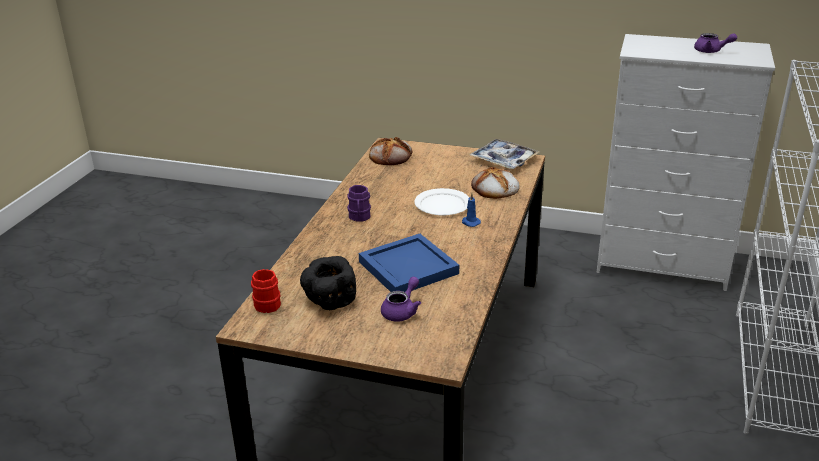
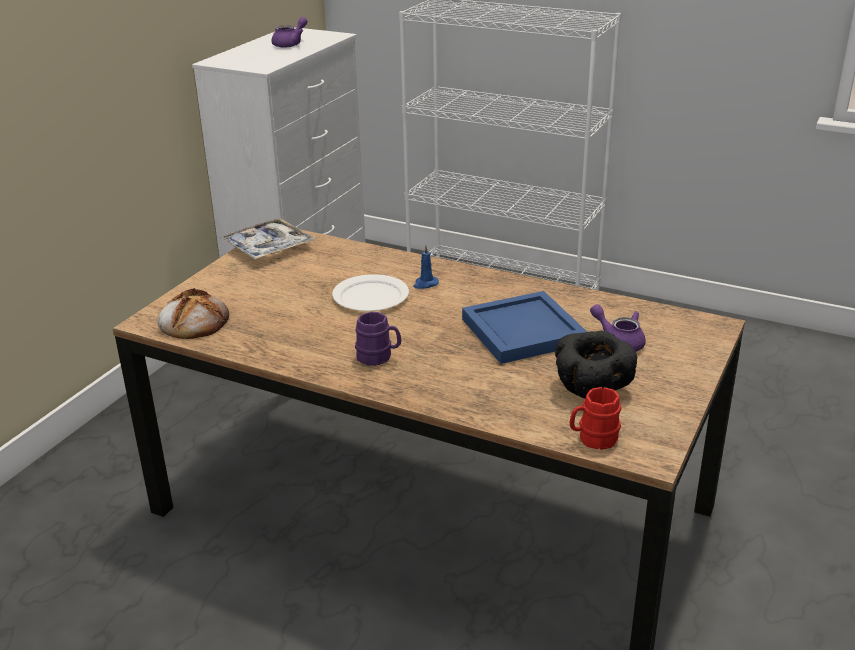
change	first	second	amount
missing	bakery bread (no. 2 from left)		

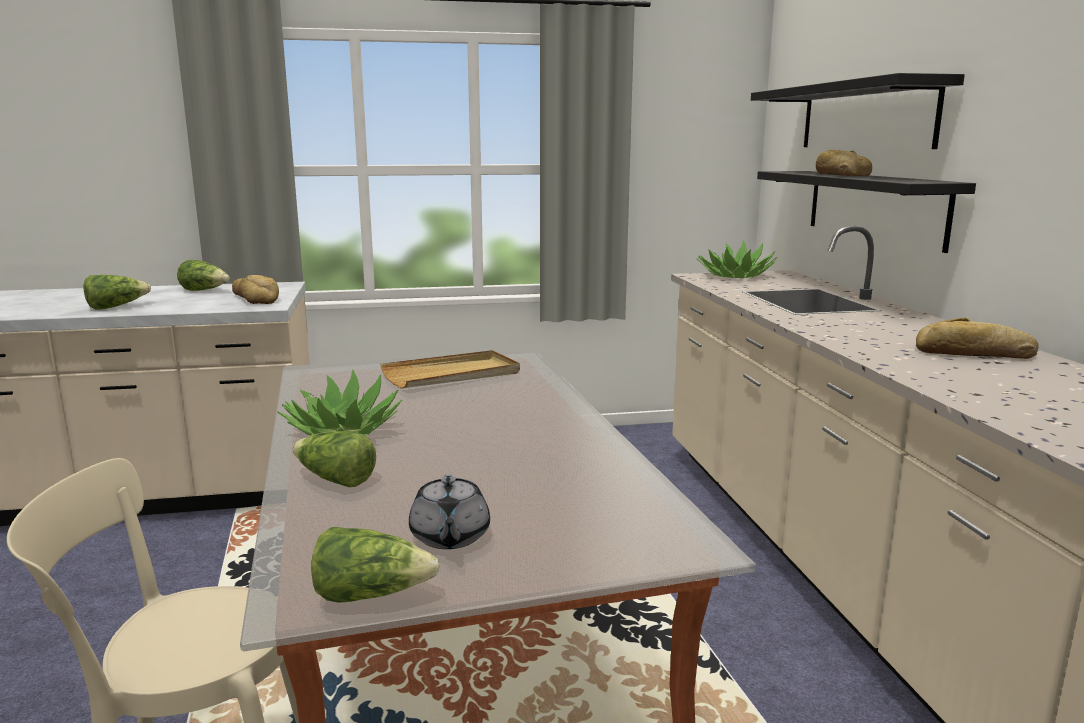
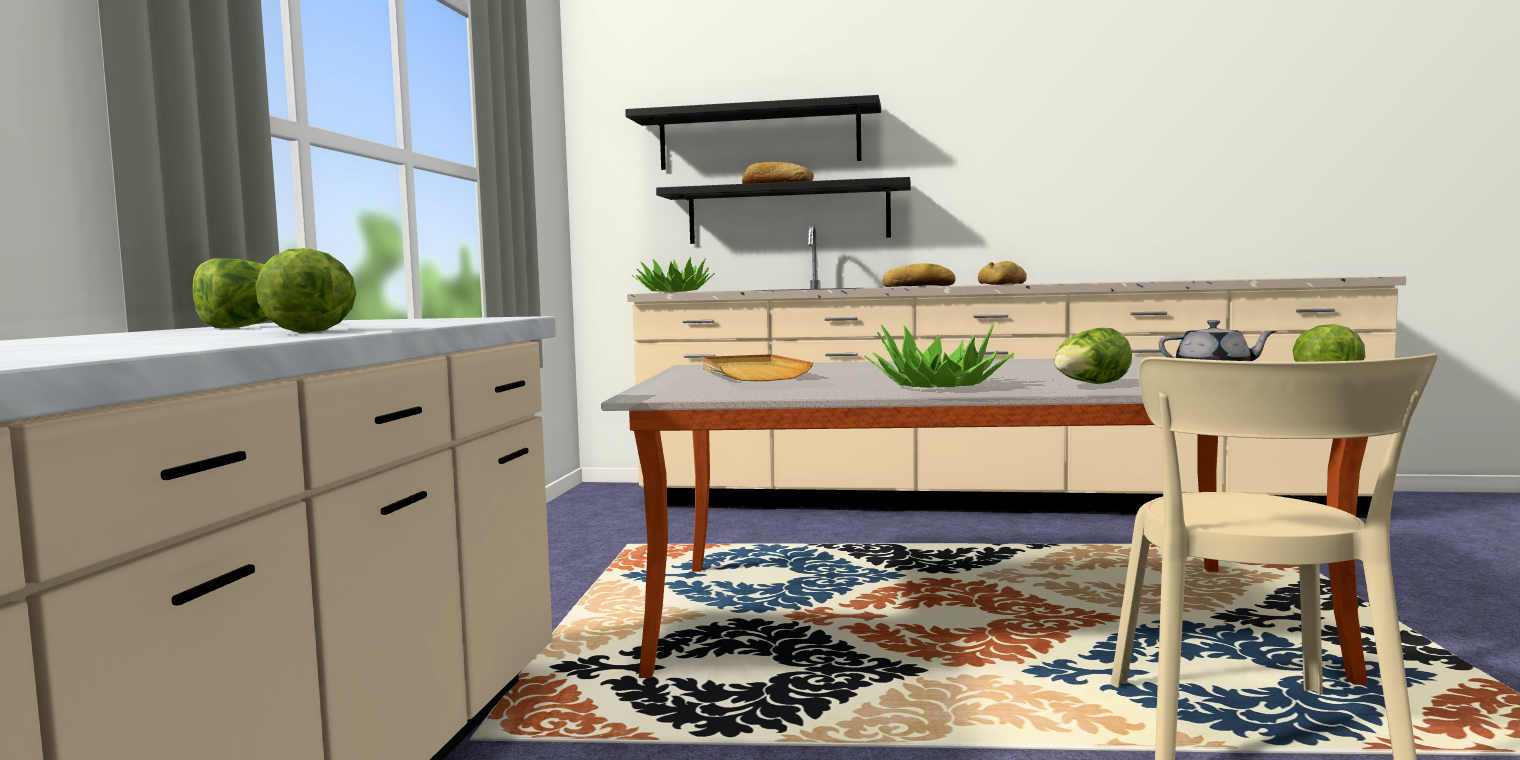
change	first	second	amount
relocated	bakery bread (no. 1 from left in the first image)	bakery bread (no. 2 from left)	

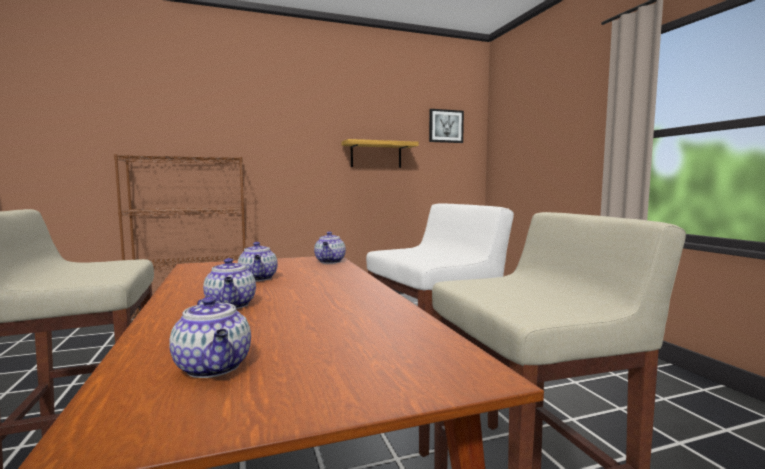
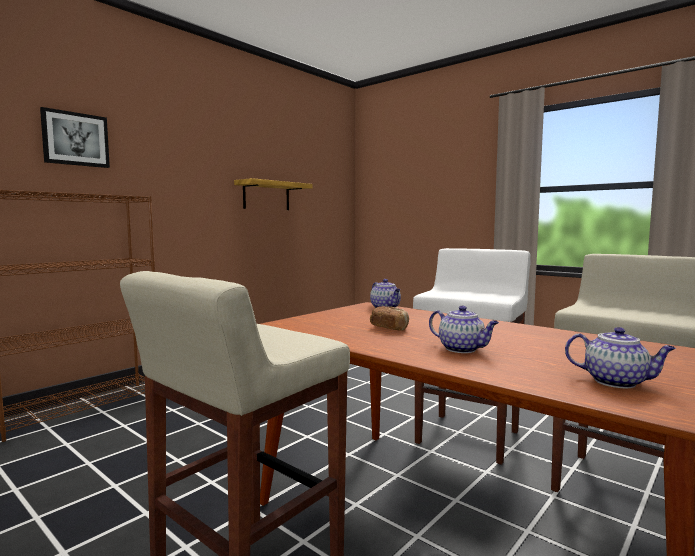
change	first	second	amount
relocated	wall picture		
exchanged	teapot (no. 3 from left)	bakery bread	

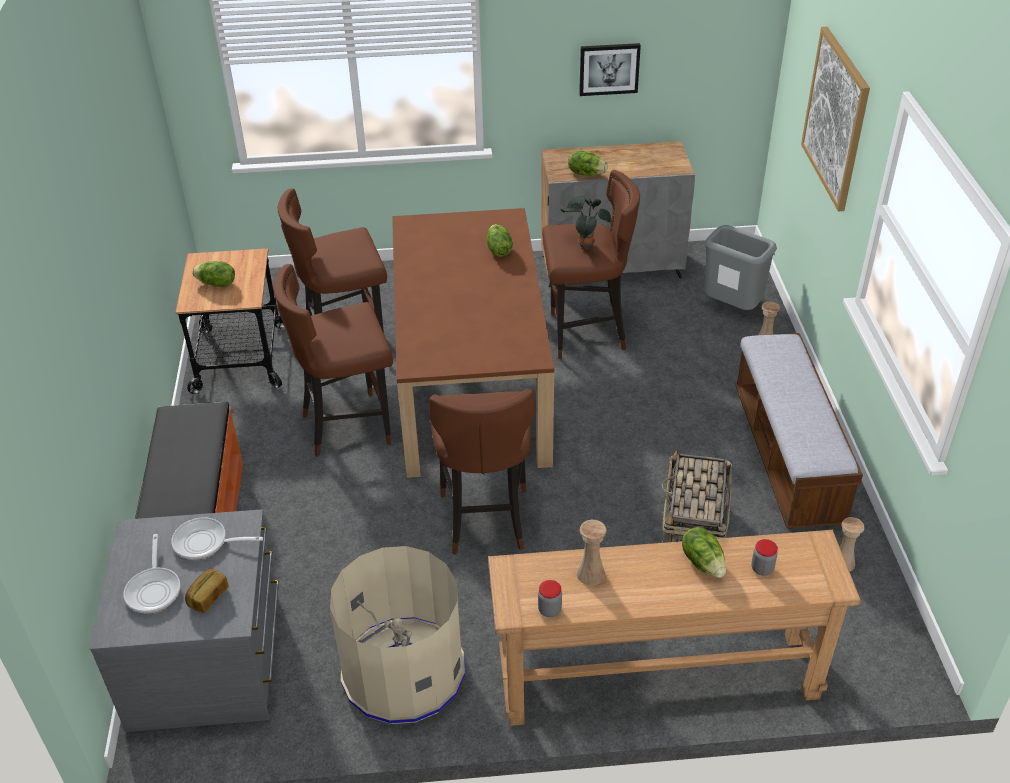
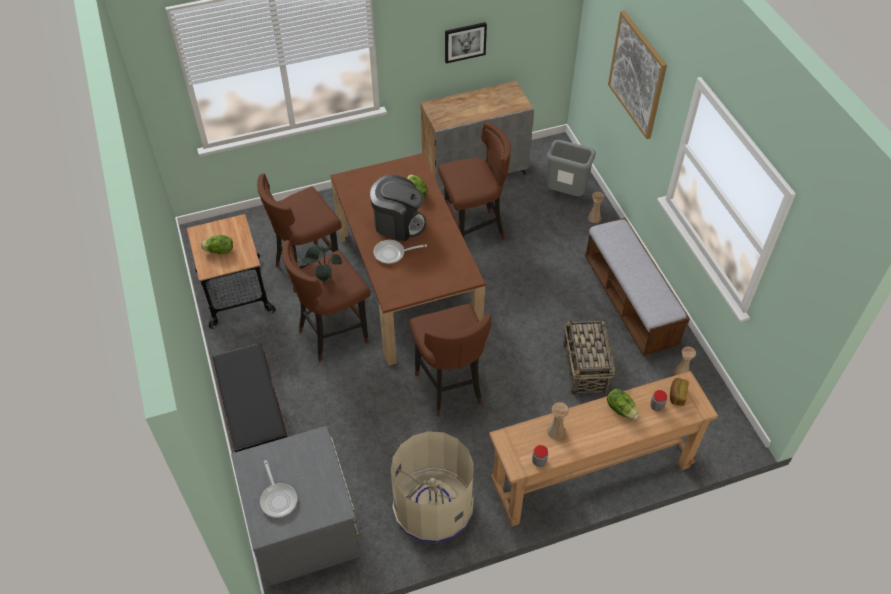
change	first	second	amount
relocated	houseplant		
appeared		coffee brewer	
relocated	frying pan (no. 2 from left)		
relocated	bakery bread		
missing	lettuce head (no. 3 from left)		

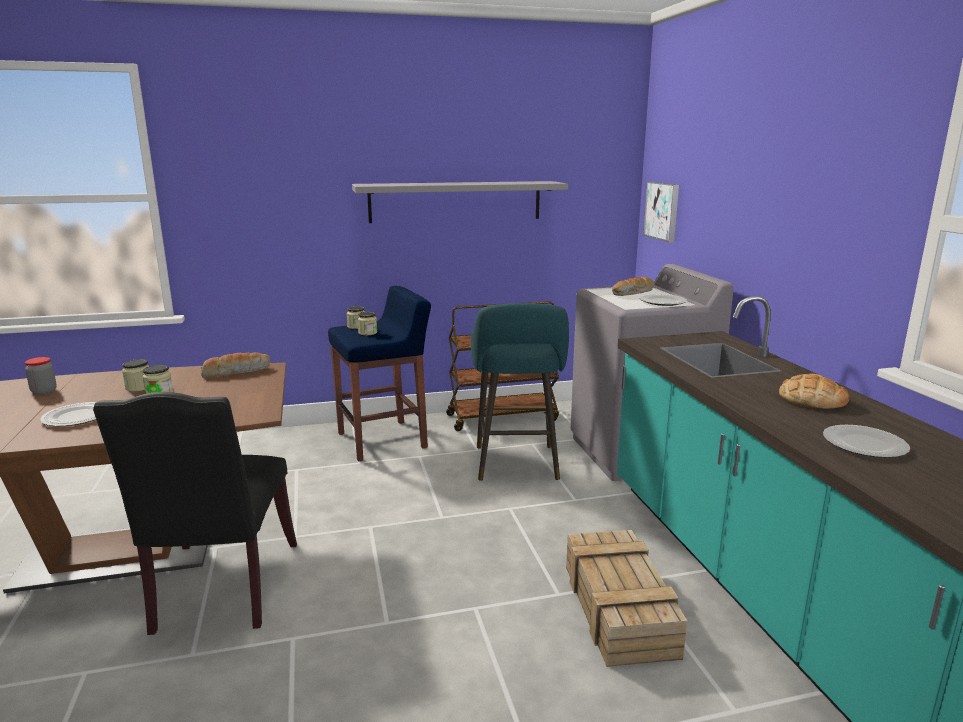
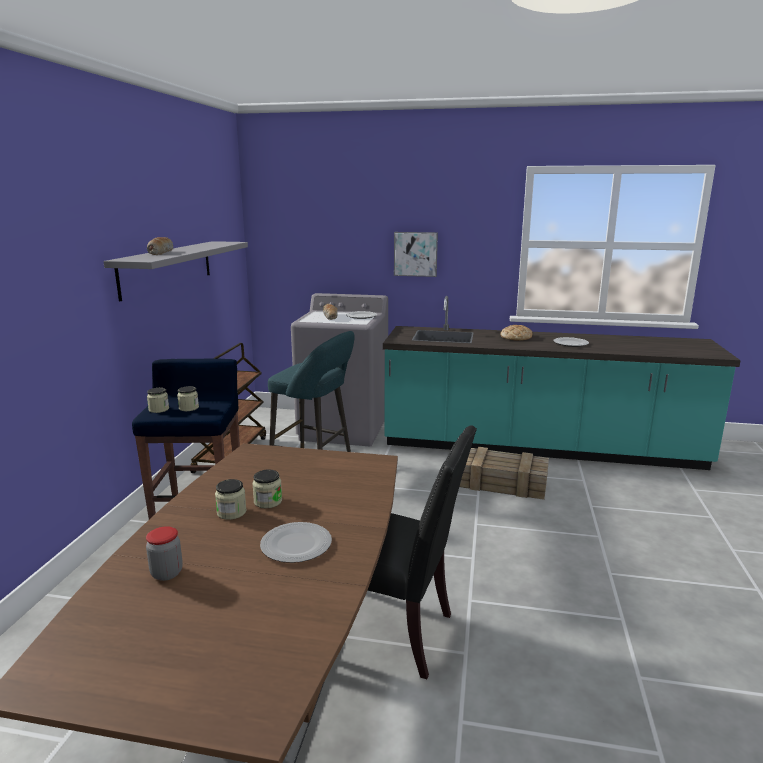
change	first	second	amount
relocated	bakery bread (no. 1 from left)		
relocated	wall picture		

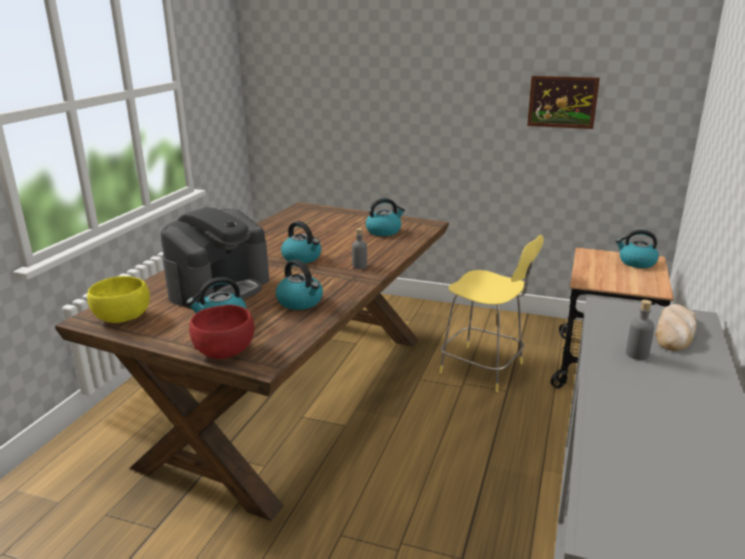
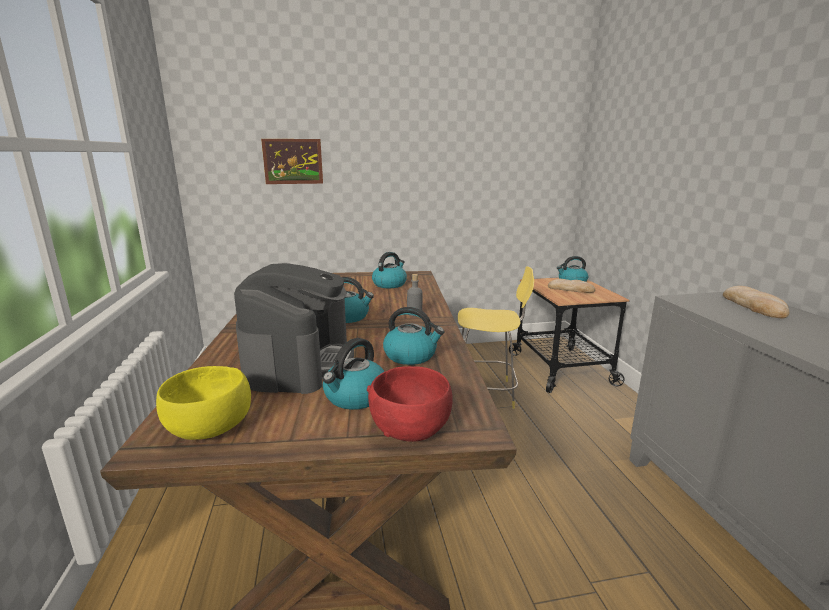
change	first	second	amount
relocated	wall picture		
appeared		bakery bread (no. 1 from left)	
missing	gray bottle (no. 2 from left)		

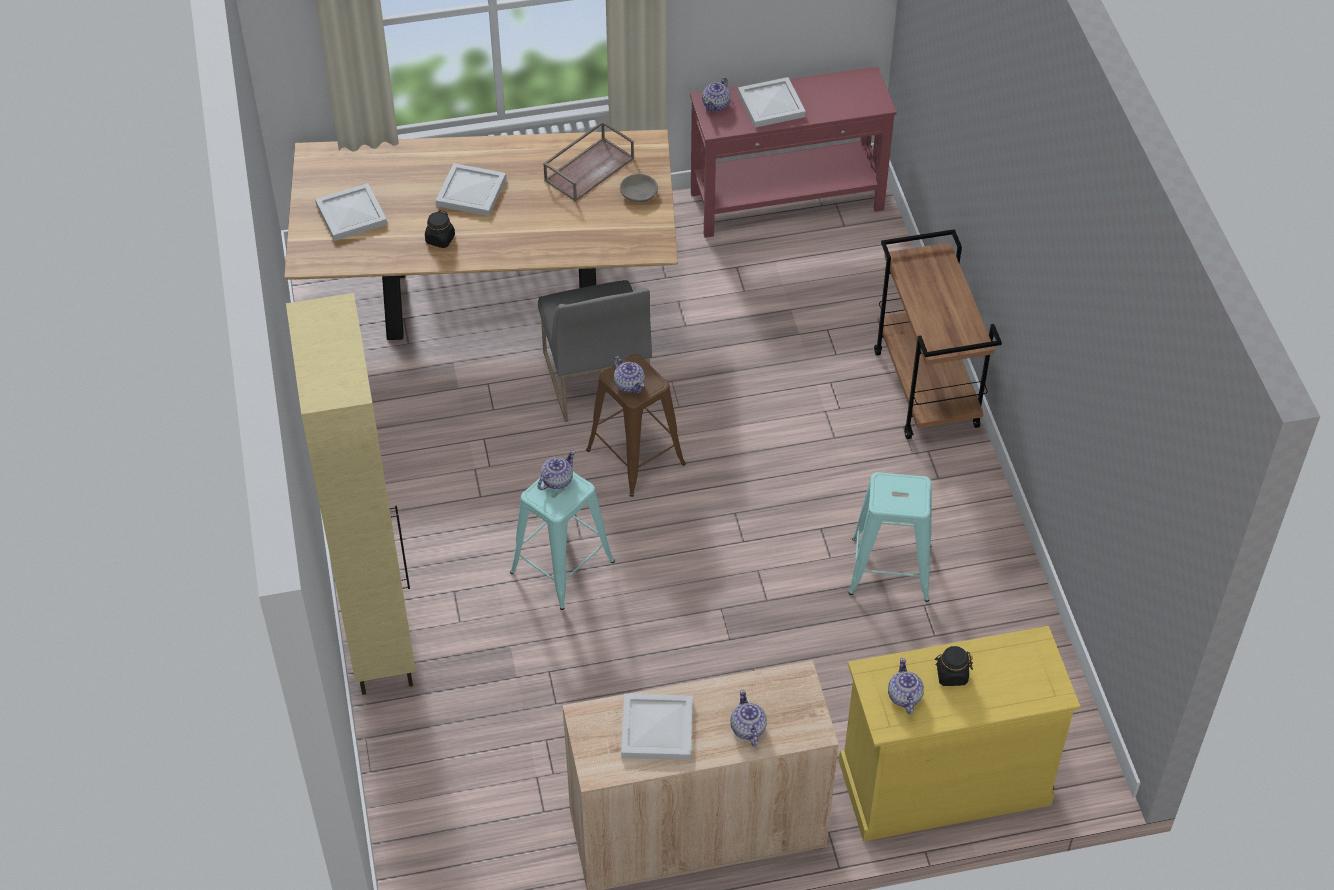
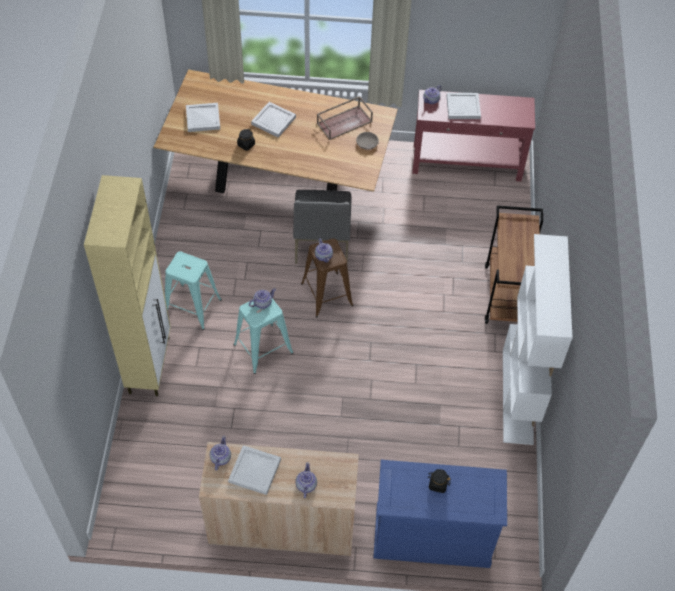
change	first	second	amount
relocated	turquoise-coloured stool (no. 2 from left in the first image)	turquoise-coloured stool (no. 1 from left)	
relocated	teapot (no. 5 from left in the first image)	teapot (no. 1 from left)	
colour	yellow chest of drawers	blue chest of drawers	
appeared		white-coloured bookcase	

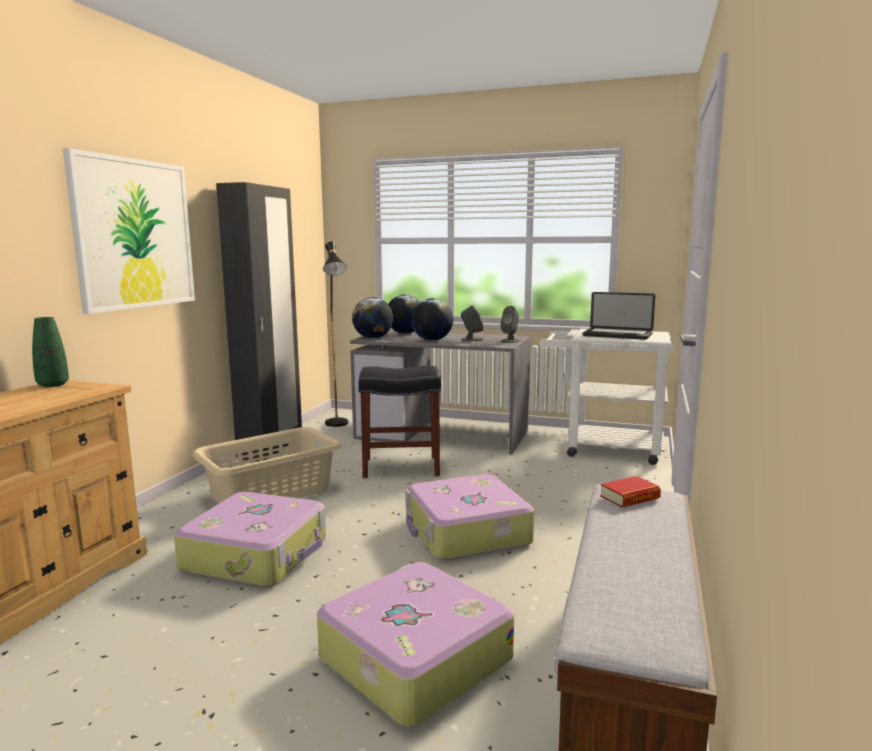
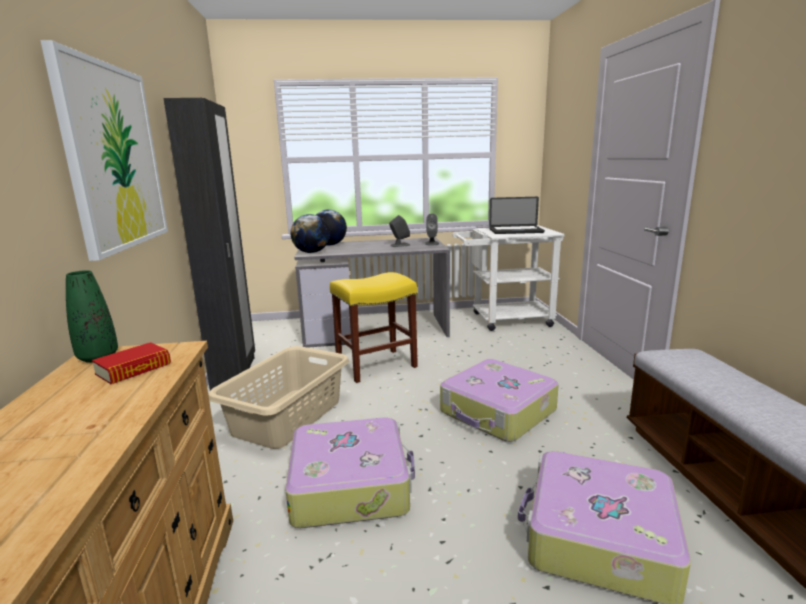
change	first	second	amount
relocated	bound book		
colour	black-coloured stool	yellow stool	
missing	black-coloured standing lamp		
missing	desk globe (no. 3 from left)		

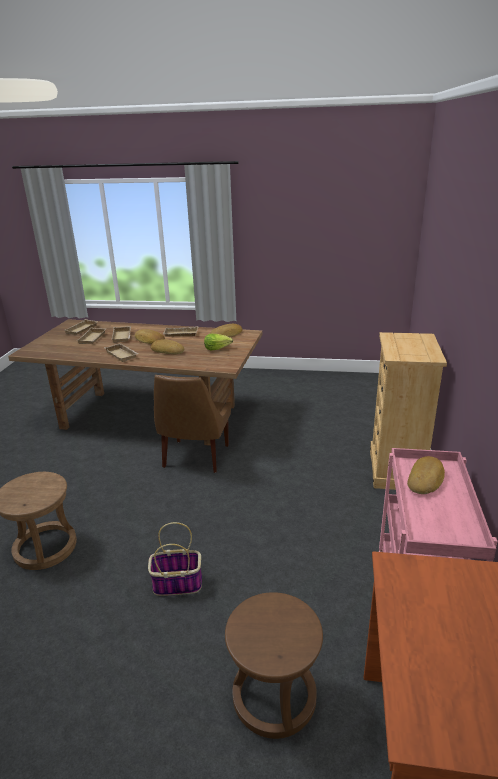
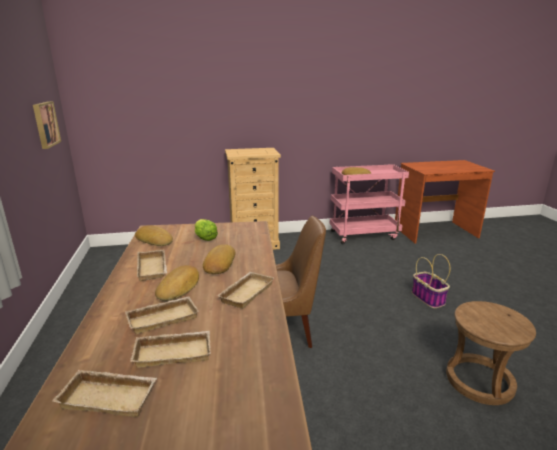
change	first	second	amount
appeared		wall picture	
missing	brownish stool (no. 2 from left)		

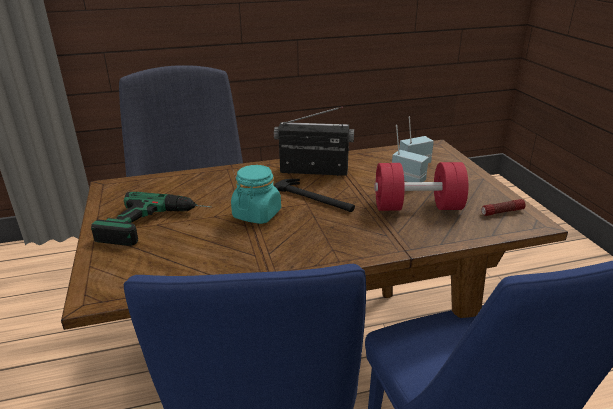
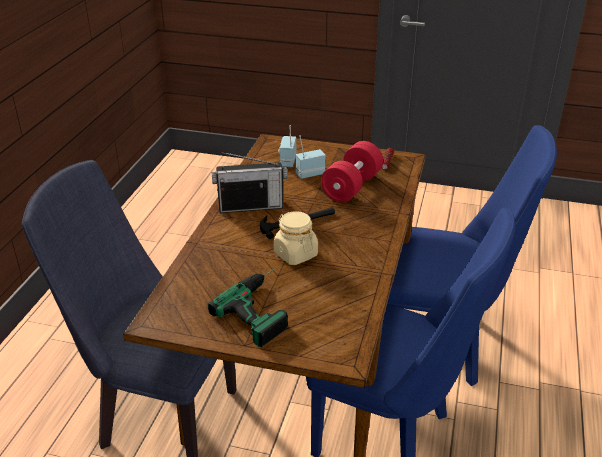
change	first	second	amount
spun	radio set (no. 1 from left)		135 degrees counterclockwise
colour	turquoise-coloured jar	beige-coloured jar	

